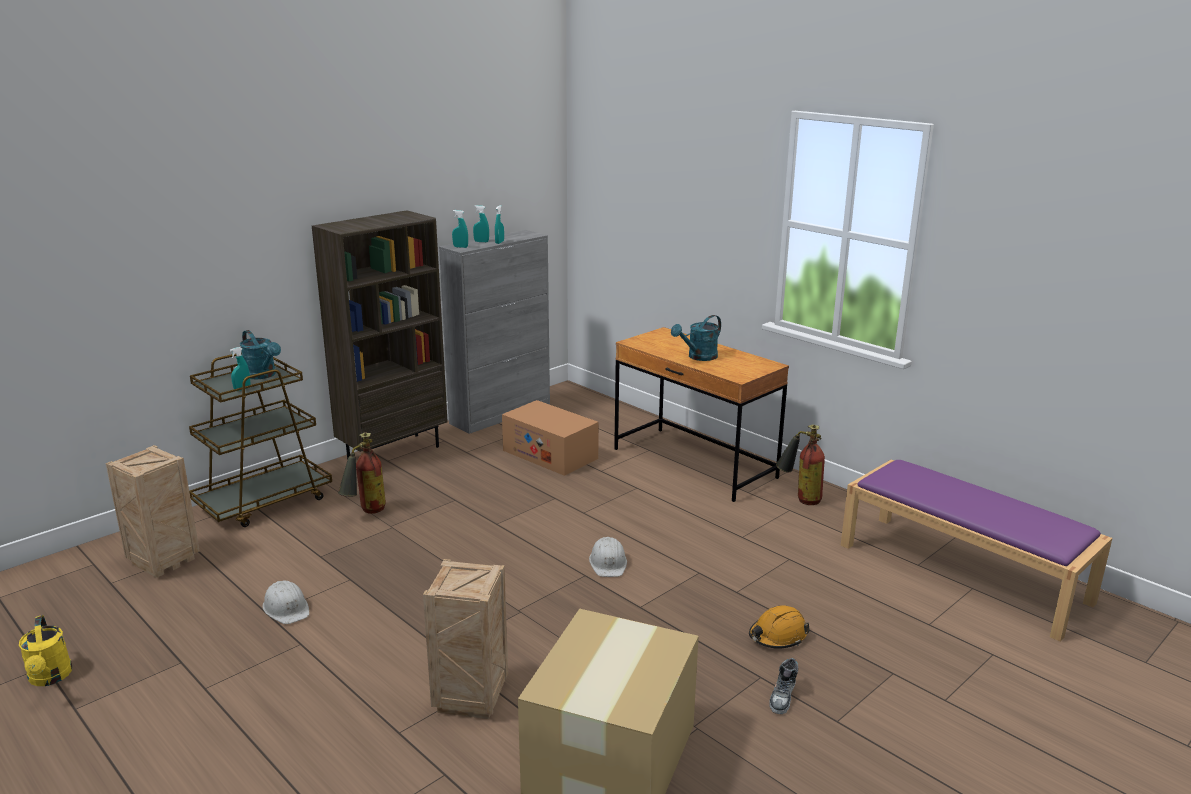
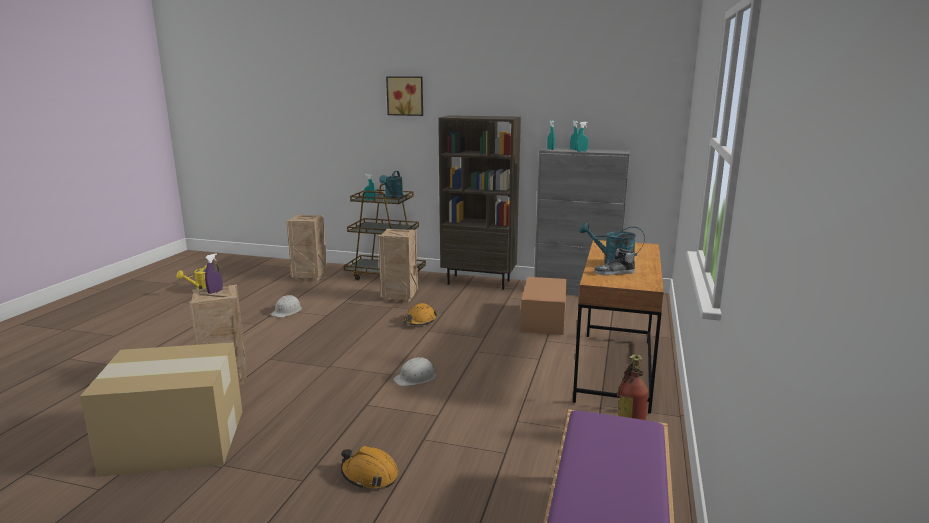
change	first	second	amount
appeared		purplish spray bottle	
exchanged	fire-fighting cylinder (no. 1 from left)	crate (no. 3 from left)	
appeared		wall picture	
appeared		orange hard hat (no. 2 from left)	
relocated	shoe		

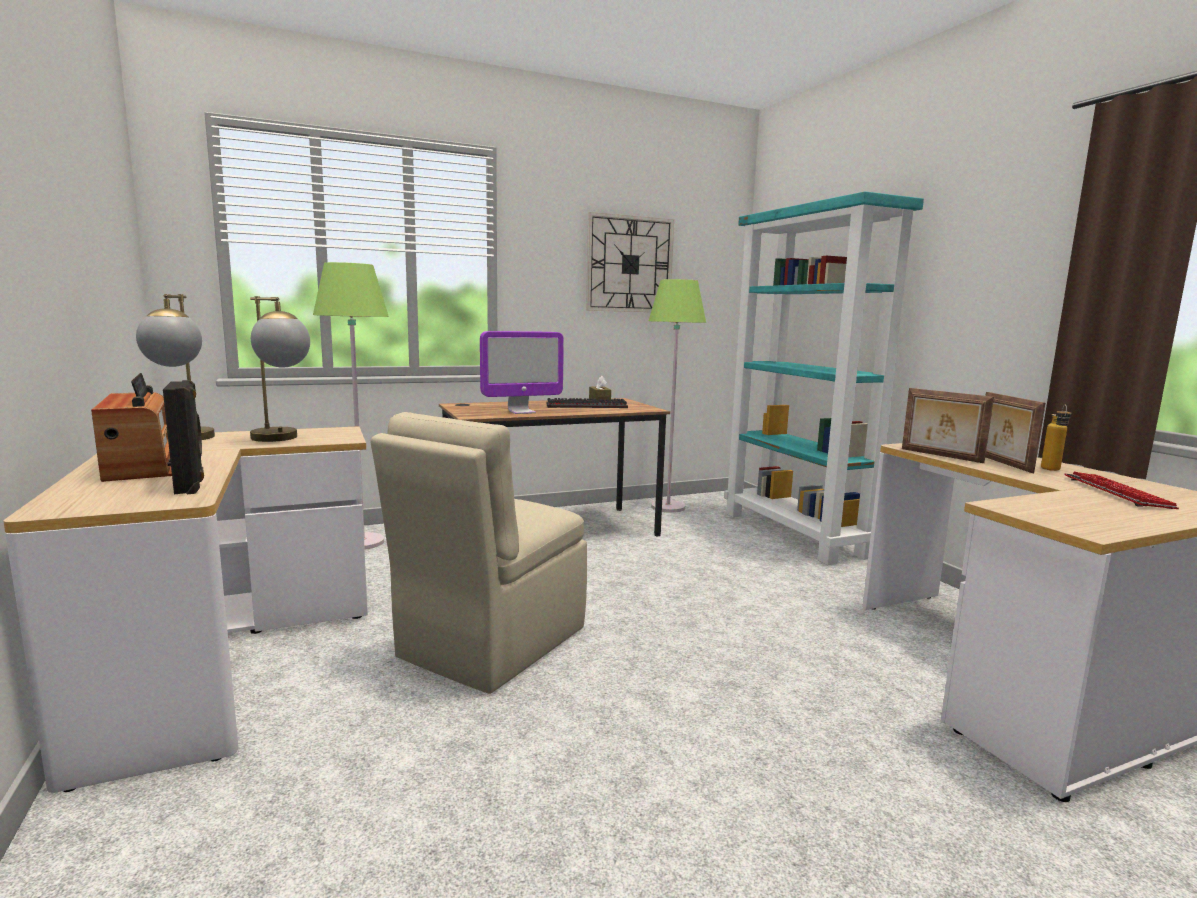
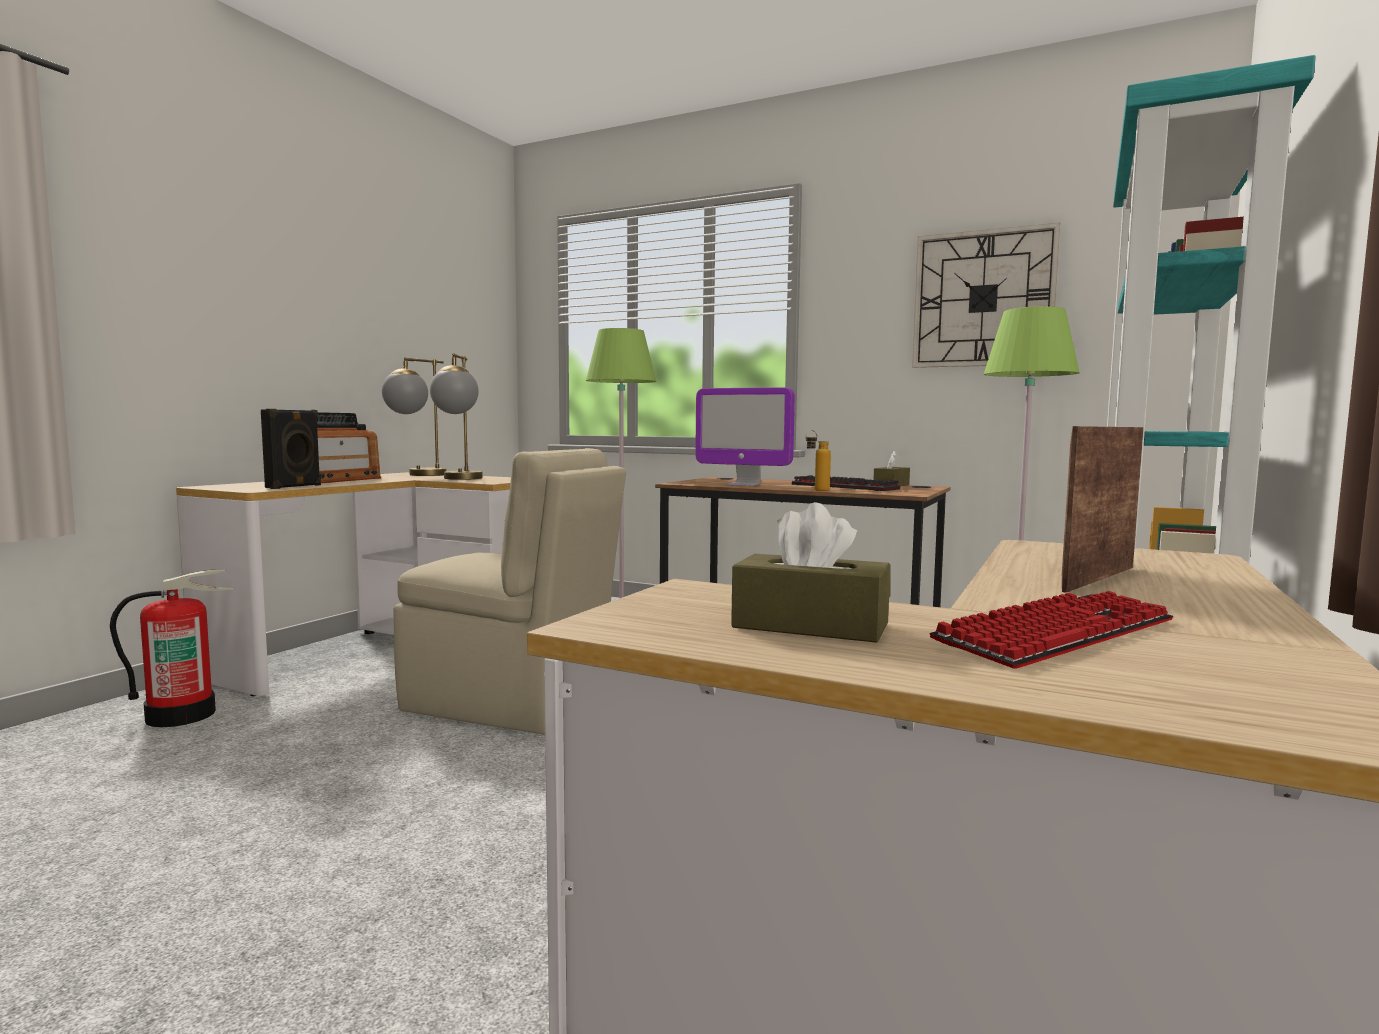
change	first	second	amount
appeared		fire-fighting cylinder	
spun	beige-coloured plain chair		150 degrees counterclockwise
appeared		brownish box of tissues (no. 1 from left)	
relocated	bottle		
missing	photo frame (no. 1 from left)		

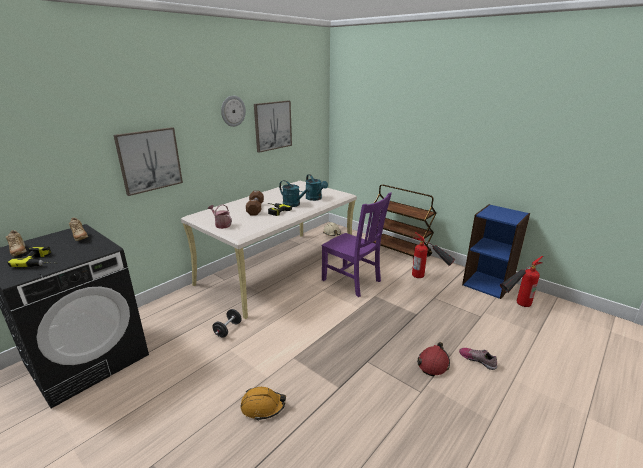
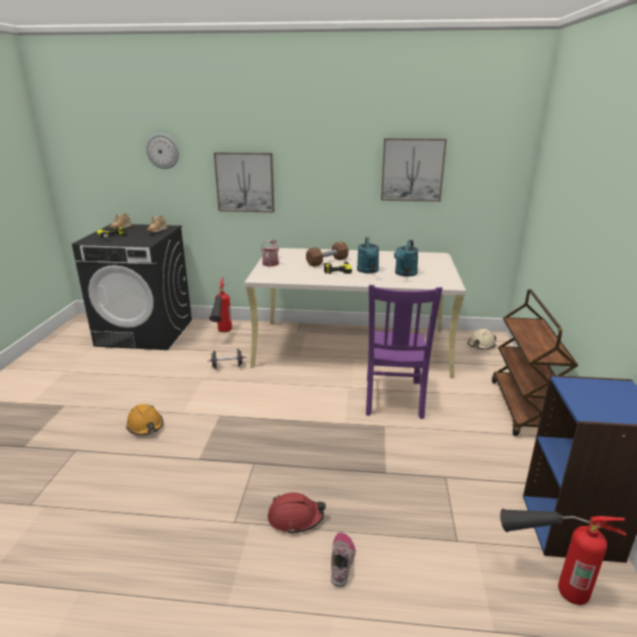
change	first	second	amount
relocated	wall clock		
relocated	fire-fighting cylinder (no. 1 from left)		

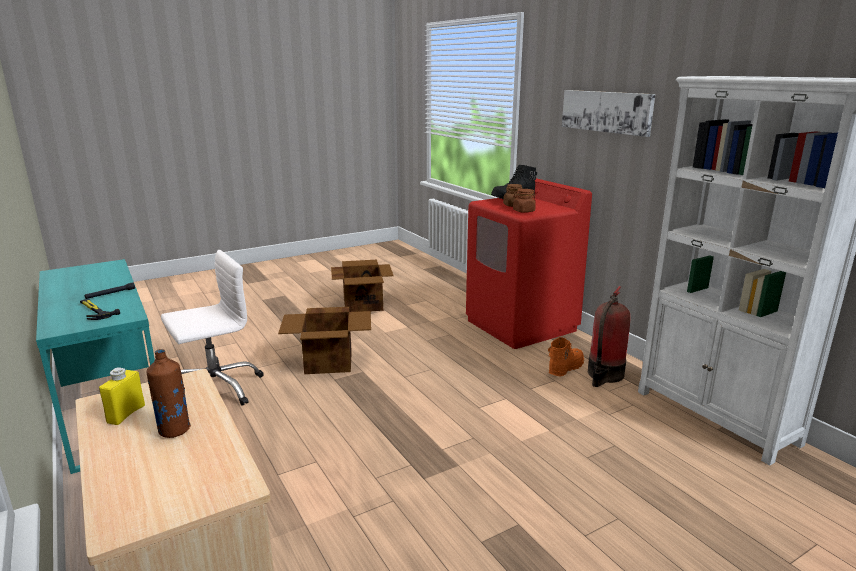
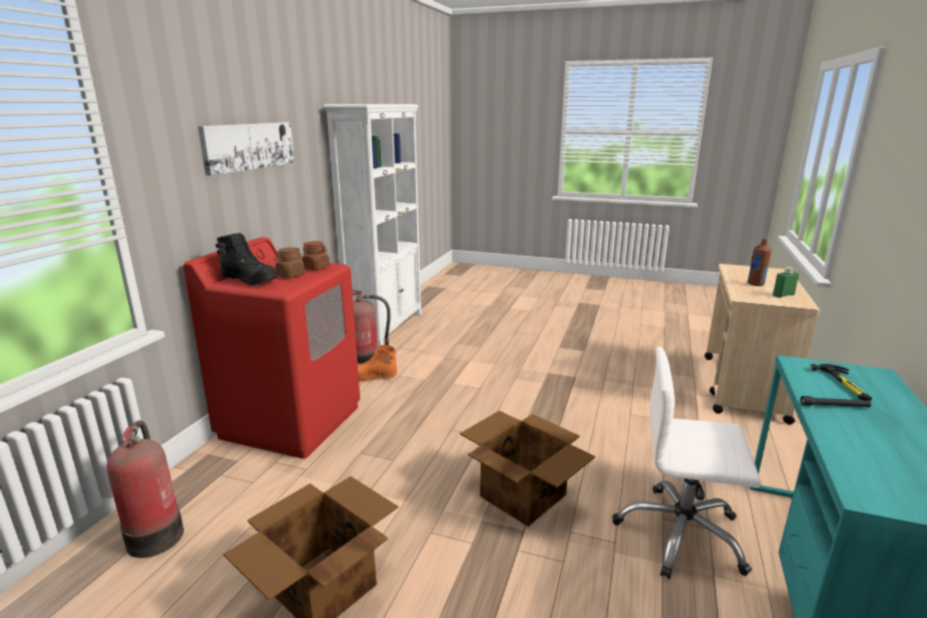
change	first	second	amount
appeared		fire-fighting cylinder (no. 1 from left)	
colour	yellow bottle	green-coloured bottle	

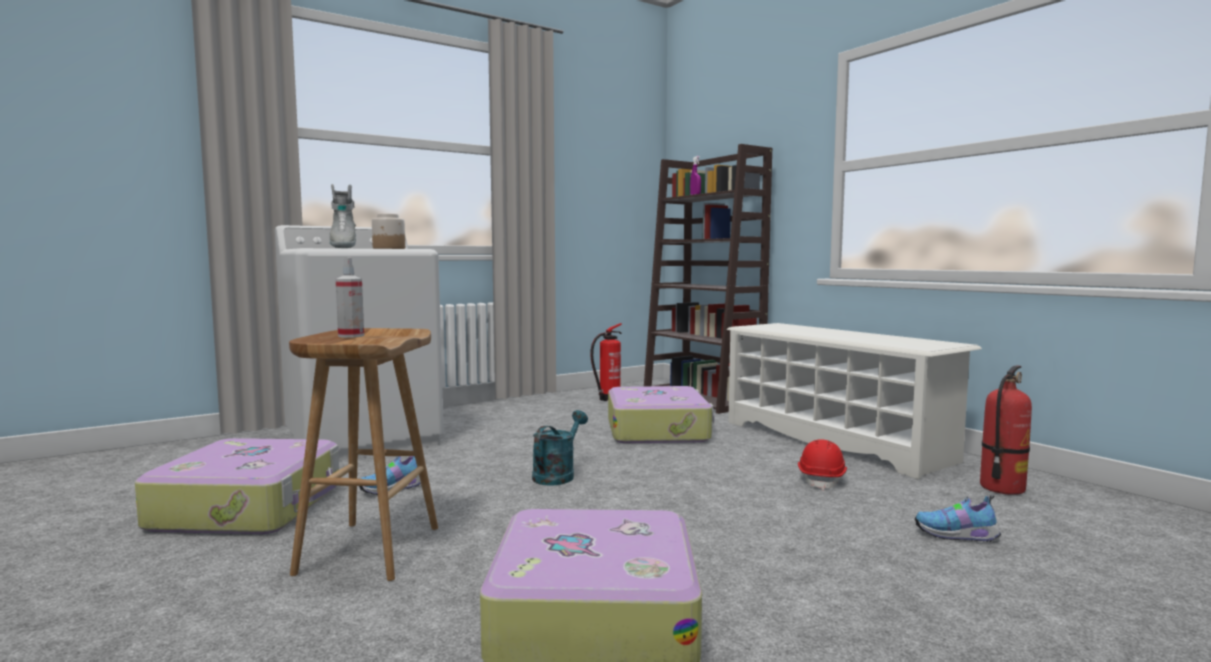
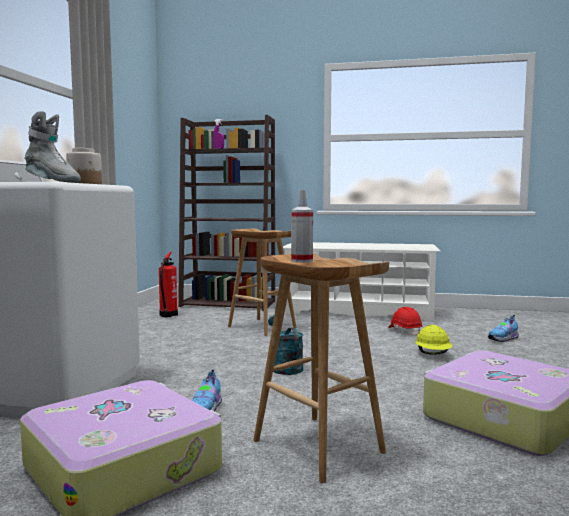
change	first	second	amount
exchanged	travel case (no. 3 from left)	brownish stool (no. 1 from left)	
appeared		yellow hard hat	
missing	fire-fighting cylinder (no. 2 from left)		

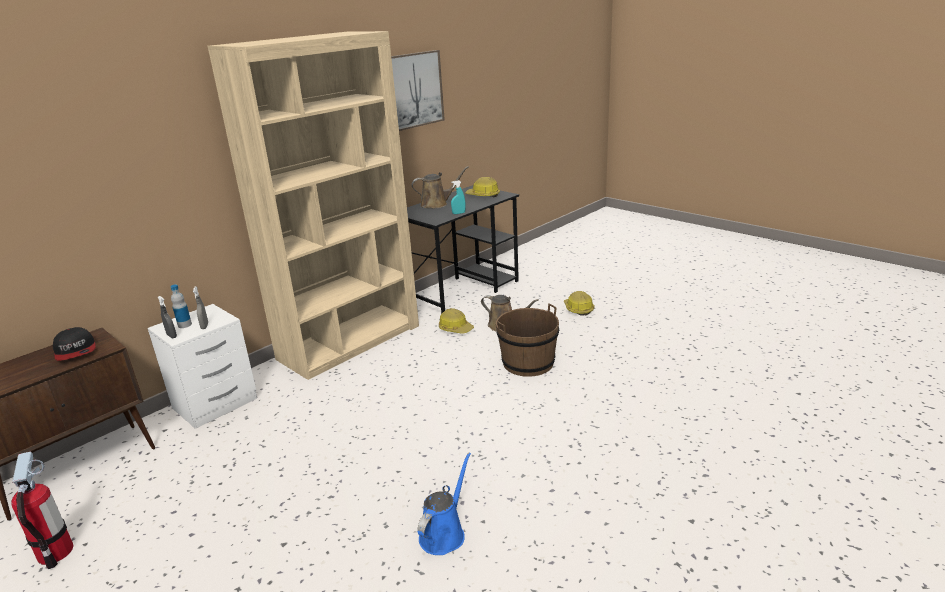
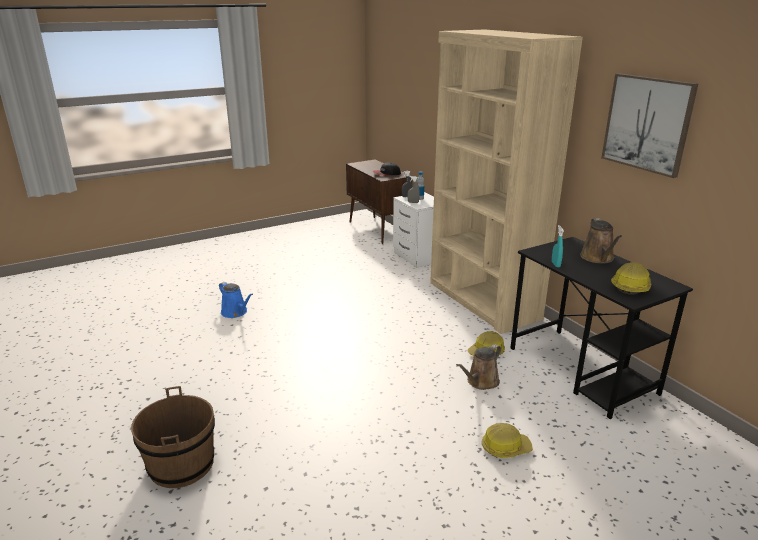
change	first	second	amount
relocated	brownish pail		
missing	fire-fighting cylinder		

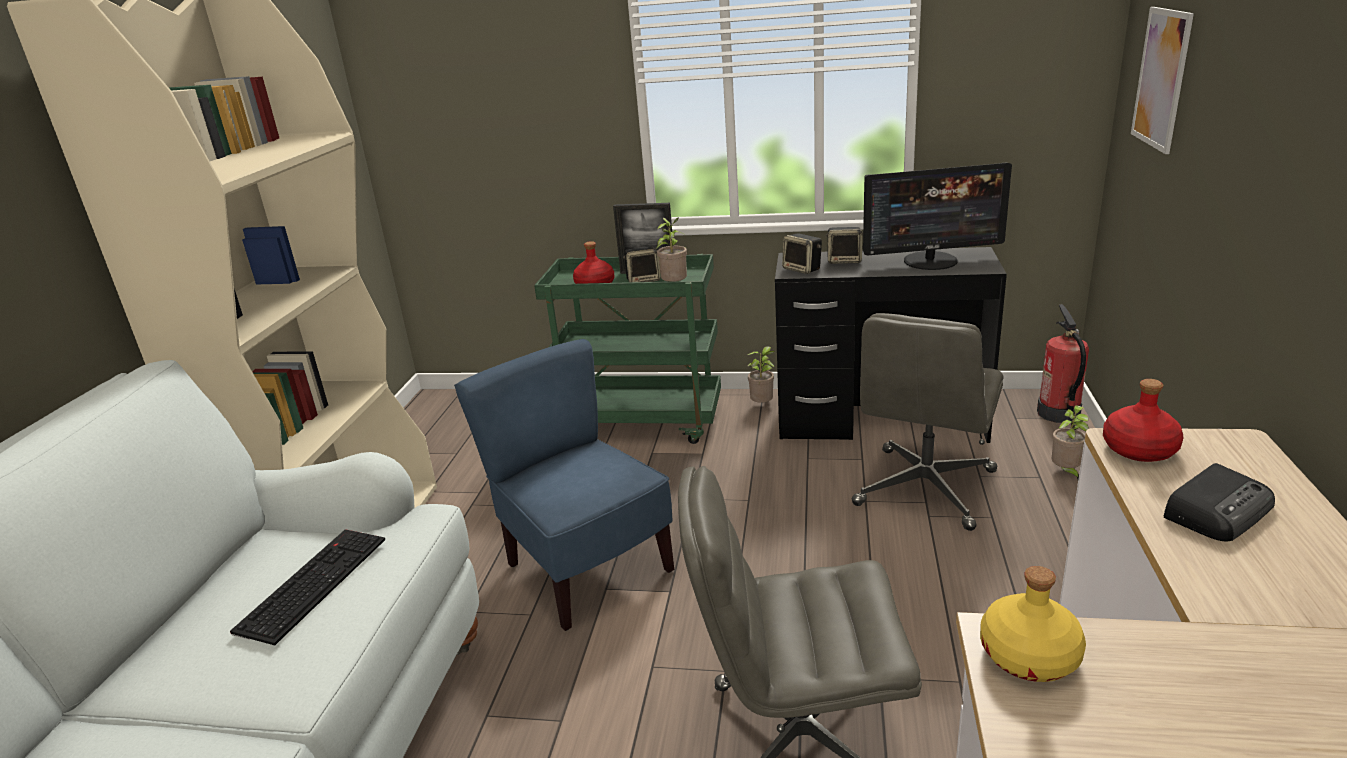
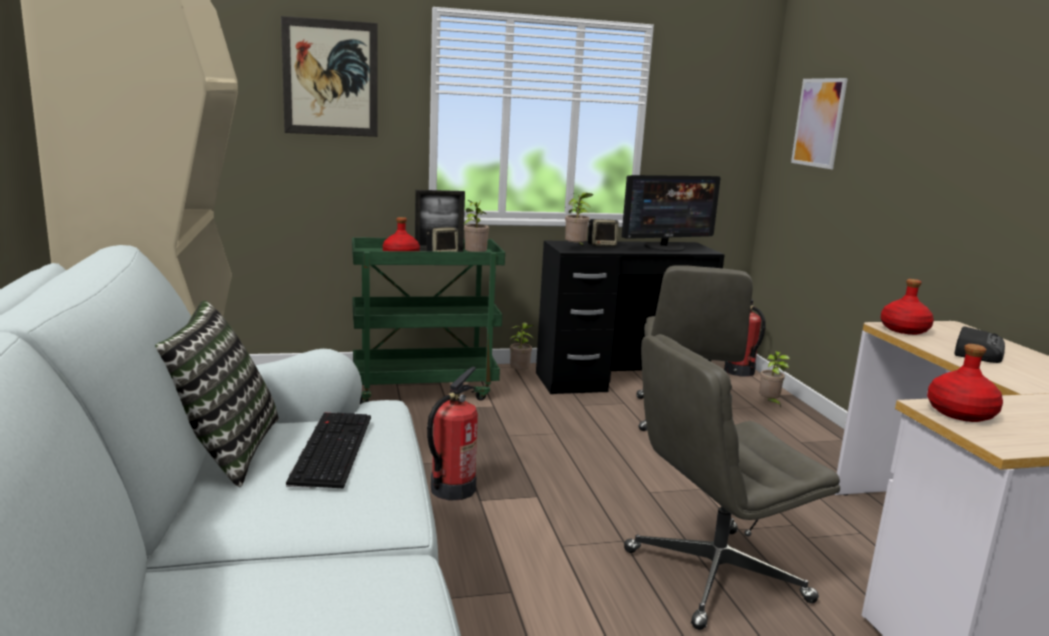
change	first	second	amount
appeared		pillow	
appeared		wall picture (no. 1 from left)	
exchanged	blue plain chair	fire-fighting cylinder (no. 1 from left)	
exchanged	audio speaker (no. 2 from left)	houseplant (no. 3 from left)	
colour	yellow bottle	red bottle (no. 3 from left)	

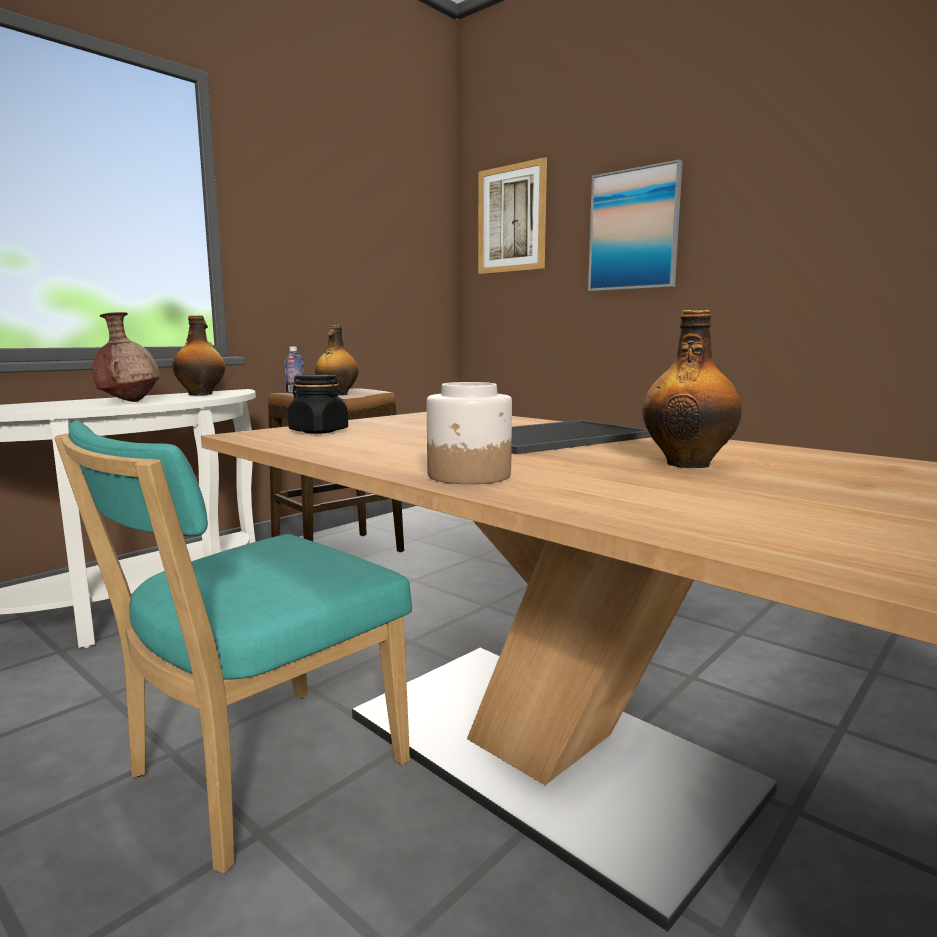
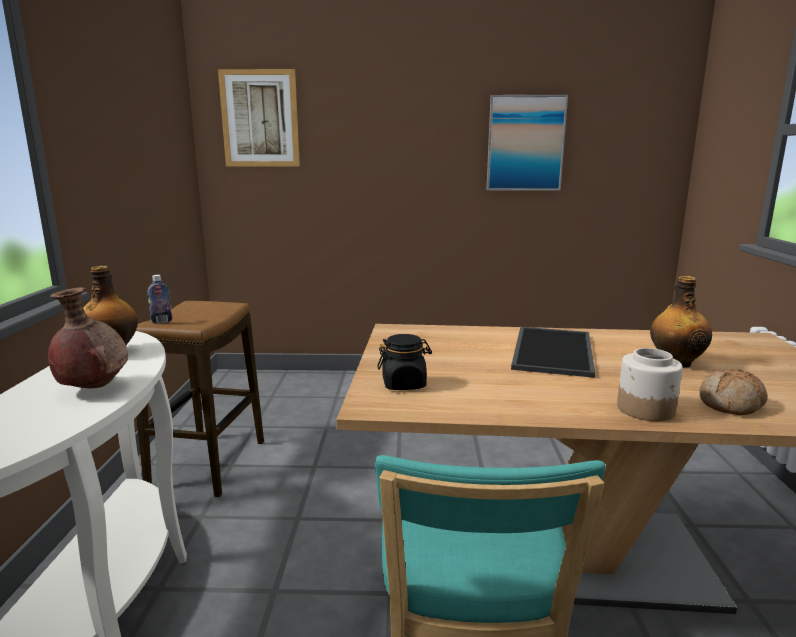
change	first	second	amount
relocated	wall picture (no. 2 from left)		
appeared		bakery bread	
missing	bottle (no. 3 from left)		

